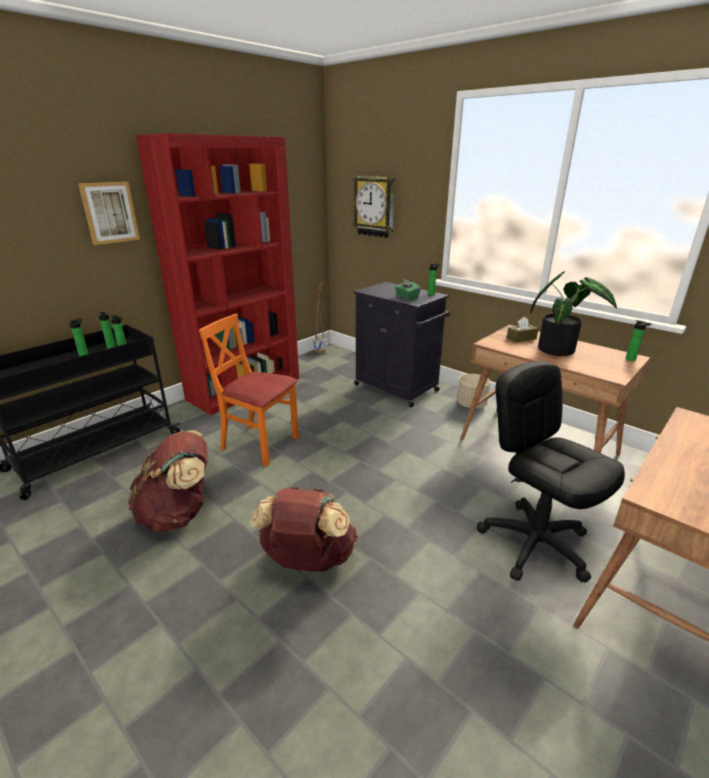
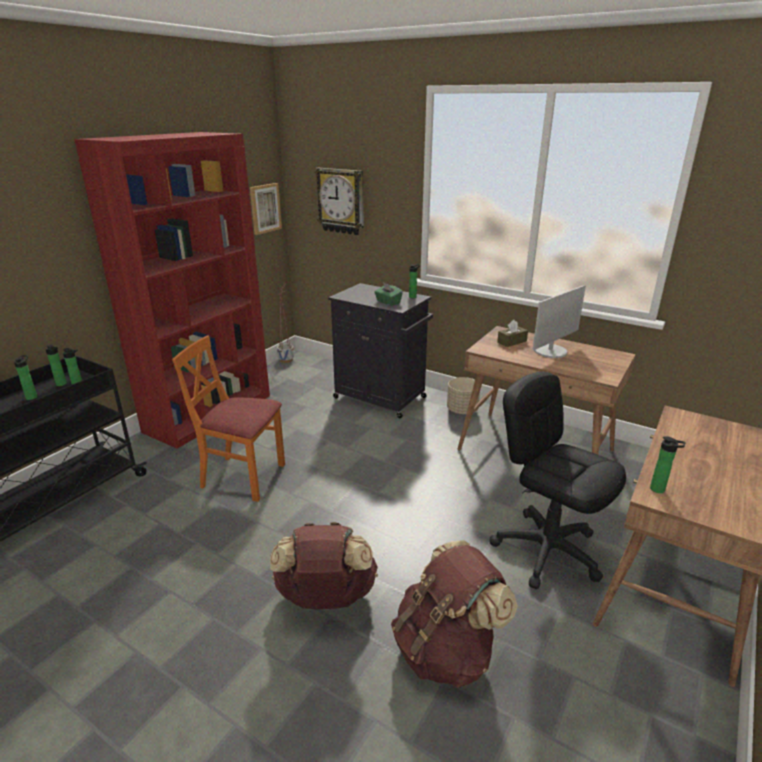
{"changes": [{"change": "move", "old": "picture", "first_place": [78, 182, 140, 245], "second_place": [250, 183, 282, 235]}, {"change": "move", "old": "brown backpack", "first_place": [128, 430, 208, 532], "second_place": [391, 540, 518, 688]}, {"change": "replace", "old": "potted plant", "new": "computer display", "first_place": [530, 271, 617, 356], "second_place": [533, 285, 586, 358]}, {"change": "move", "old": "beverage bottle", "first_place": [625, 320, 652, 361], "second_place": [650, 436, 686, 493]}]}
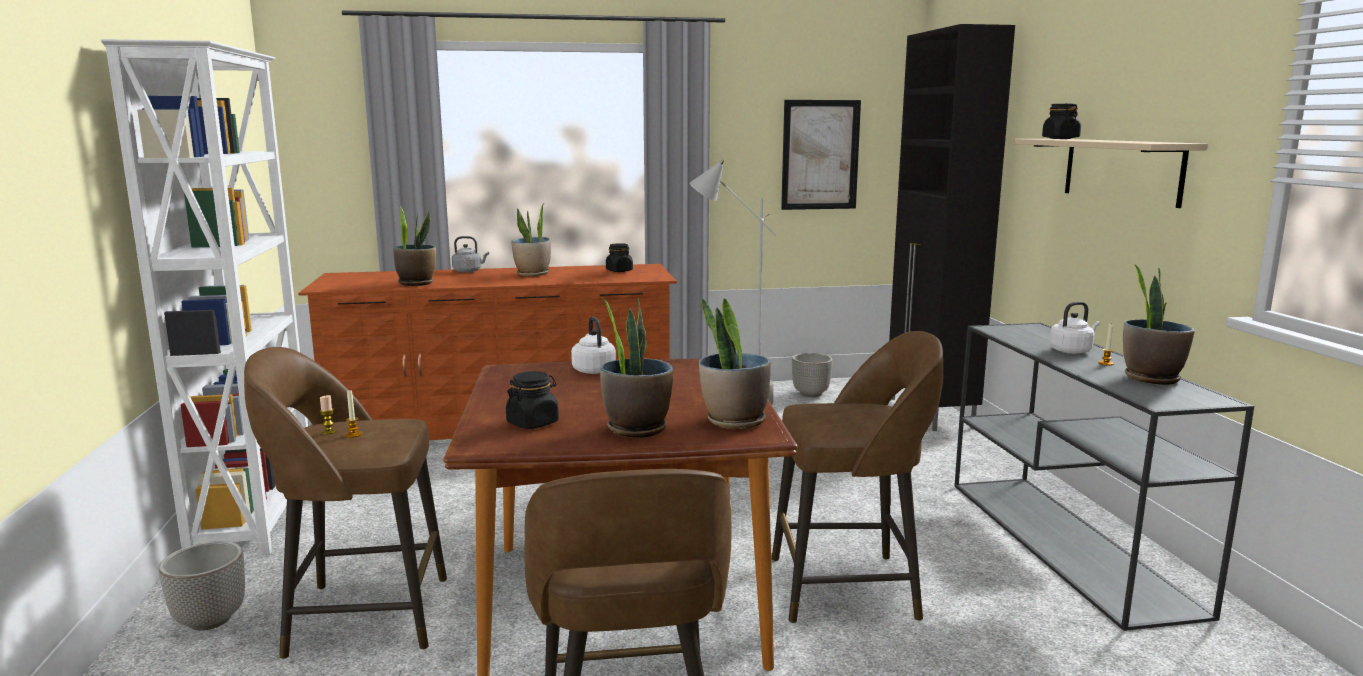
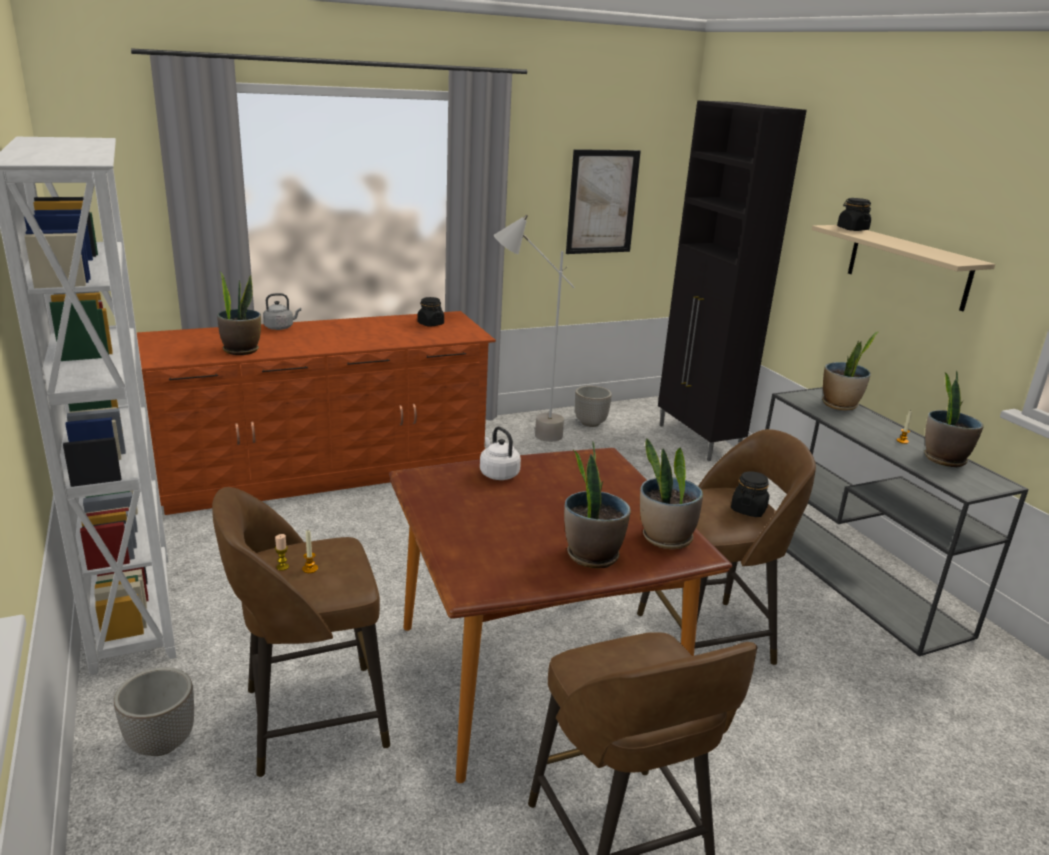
{"changes": [{"change": "move", "old": "black-coloured preserve jar", "first_place": [506, 371, 559, 429], "second_place": [731, 471, 769, 517]}, {"change": "move", "old": "potted plant", "first_place": [511, 202, 551, 277], "second_place": [822, 331, 879, 411]}, {"change": "delete", "old": "white-coloured kettle", "first_place": [1049, 302, 1100, 354]}]}
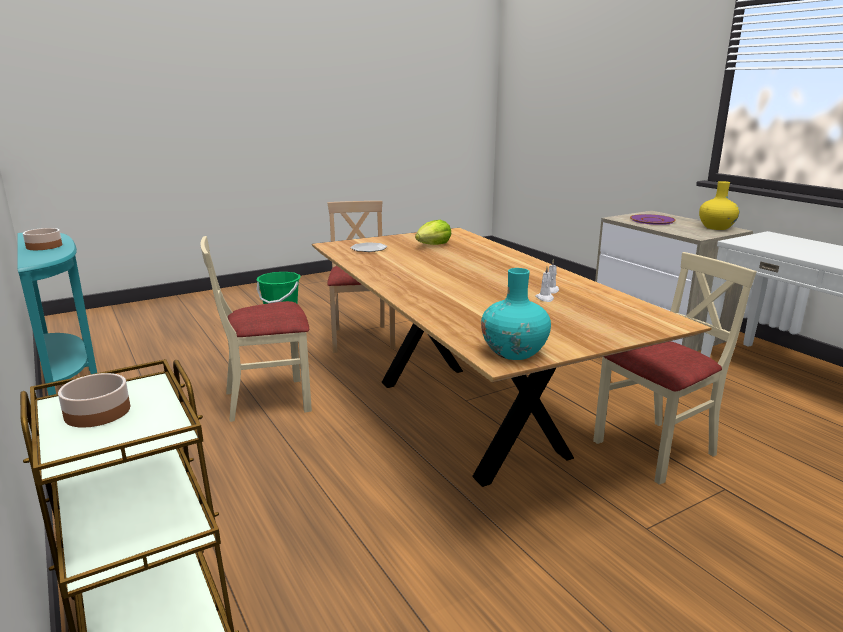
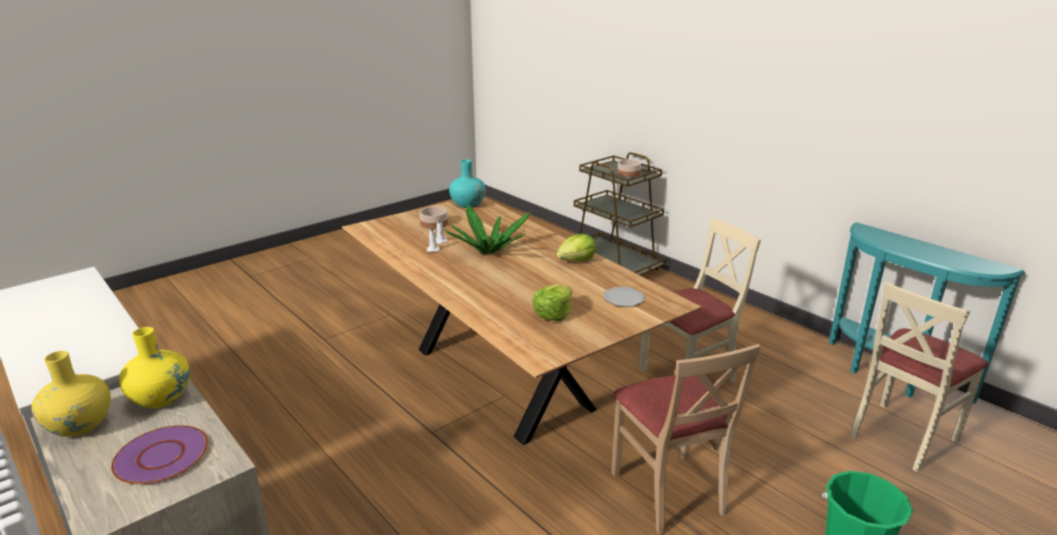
{"changes": [{"change": "move", "old": "bowl", "first_place": [23, 228, 62, 250], "second_place": [419, 206, 448, 229]}, {"change": "move", "old": "beige chair", "first_place": [593, 252, 757, 485], "second_place": [850, 282, 989, 472]}, {"change": "insert", "new": "yellow-coloured decorative vase", "second_place": [119, 327, 190, 408]}, {"change": "insert", "new": "potted plant", "second_place": [443, 205, 530, 254]}, {"change": "insert", "new": "lettuce", "second_place": [556, 234, 597, 261]}]}
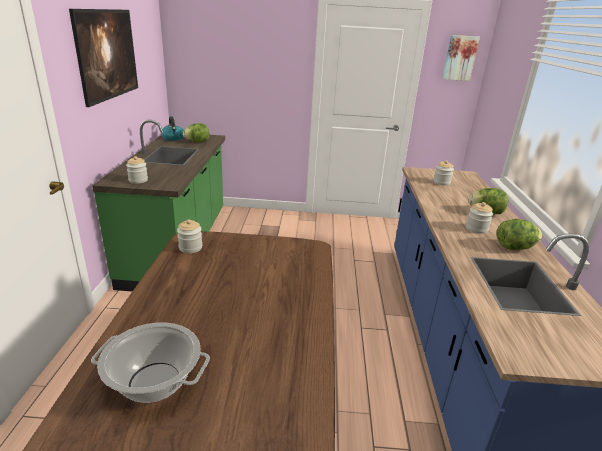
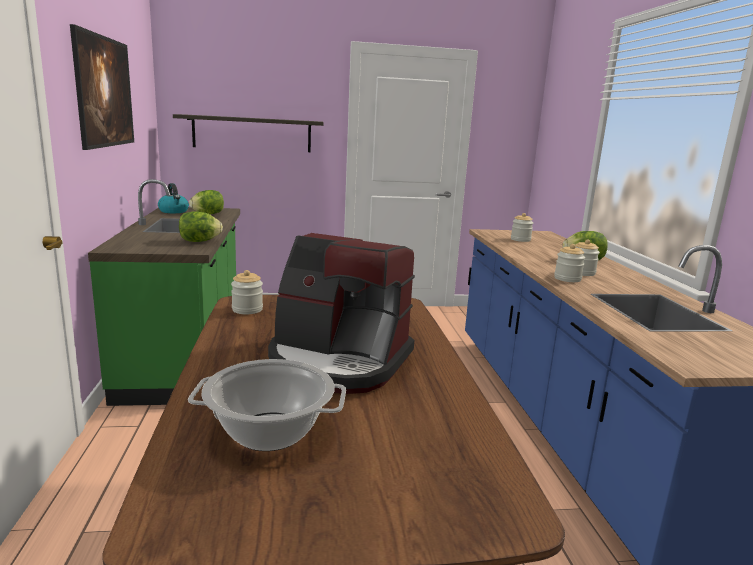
{"changes": [{"change": "move", "old": "preserve jar", "first_place": [126, 156, 148, 184], "second_place": [554, 244, 585, 282]}, {"change": "delete", "old": "picture", "first_place": [442, 35, 480, 81]}, {"change": "move", "old": "lettuce", "first_place": [497, 219, 543, 250], "second_place": [179, 211, 223, 242]}, {"change": "insert", "new": "shelf", "second_place": [173, 114, 324, 152]}, {"change": "insert", "new": "coffee maker", "second_place": [268, 233, 415, 394]}]}
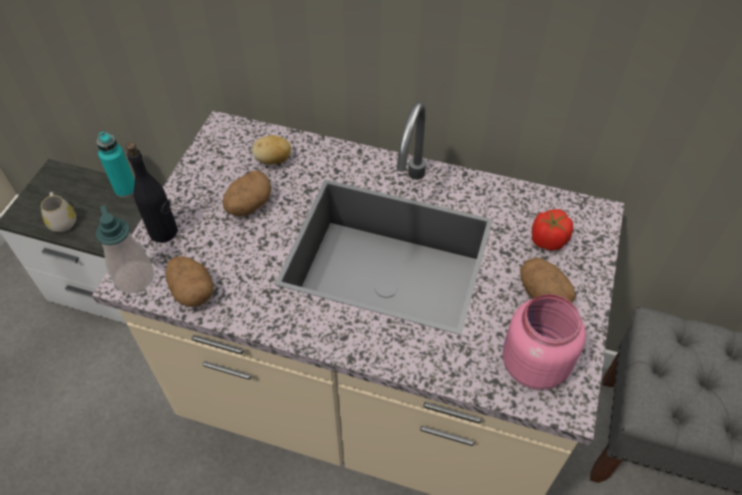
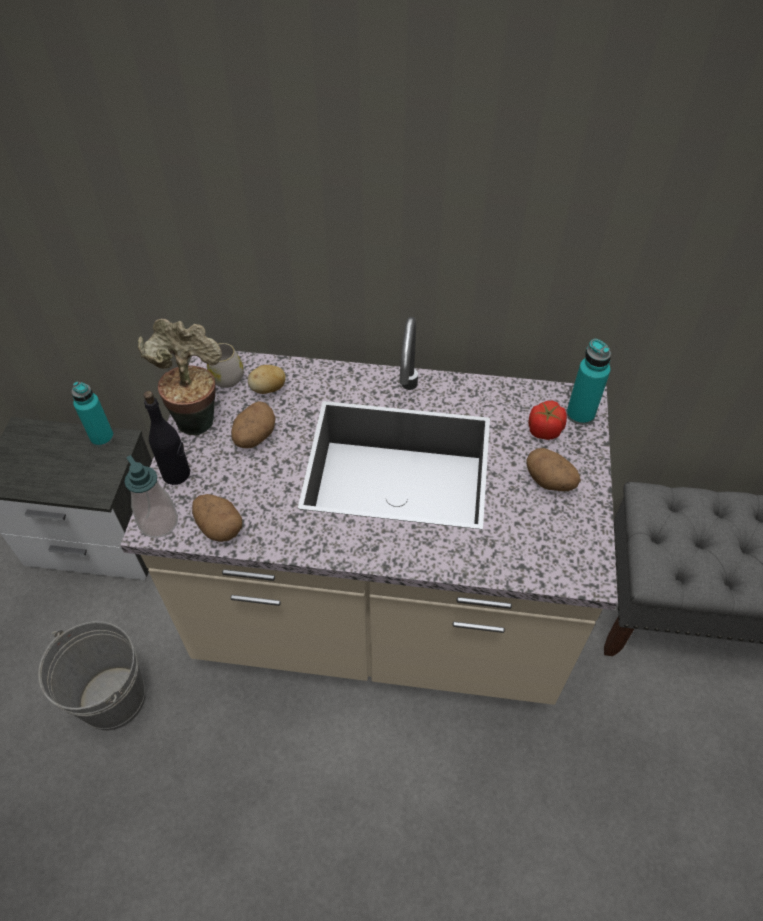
{"changes": [{"change": "move", "old": "white-coloured coffee mug", "first_place": [41, 192, 76, 232], "second_place": [207, 343, 244, 388]}, {"change": "delete", "old": "pinkish preserve jar", "first_place": [502, 294, 586, 390]}, {"change": "insert", "new": "grey bucket", "second_place": [38, 621, 146, 730]}, {"change": "insert", "new": "potted plant", "second_place": [138, 319, 222, 436]}, {"change": "insert", "new": "turquoise beverage bottle", "second_place": [566, 339, 611, 425]}]}
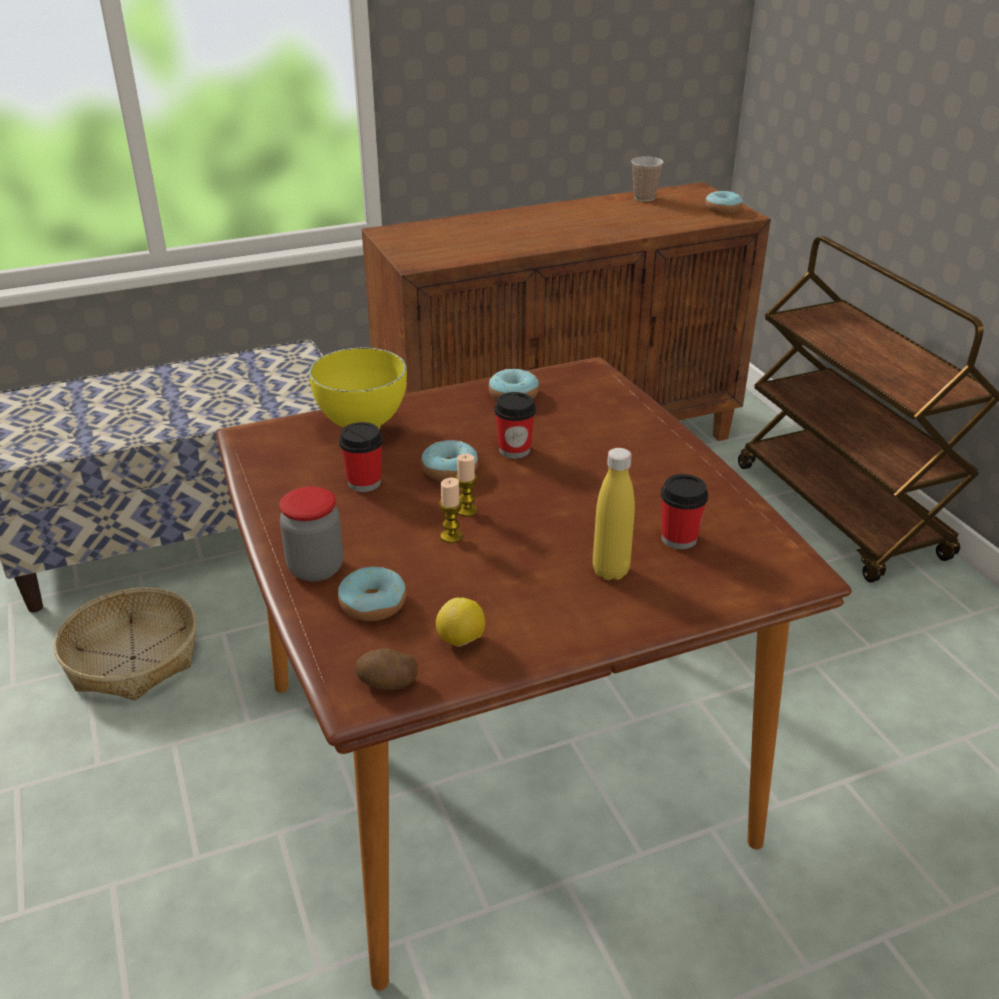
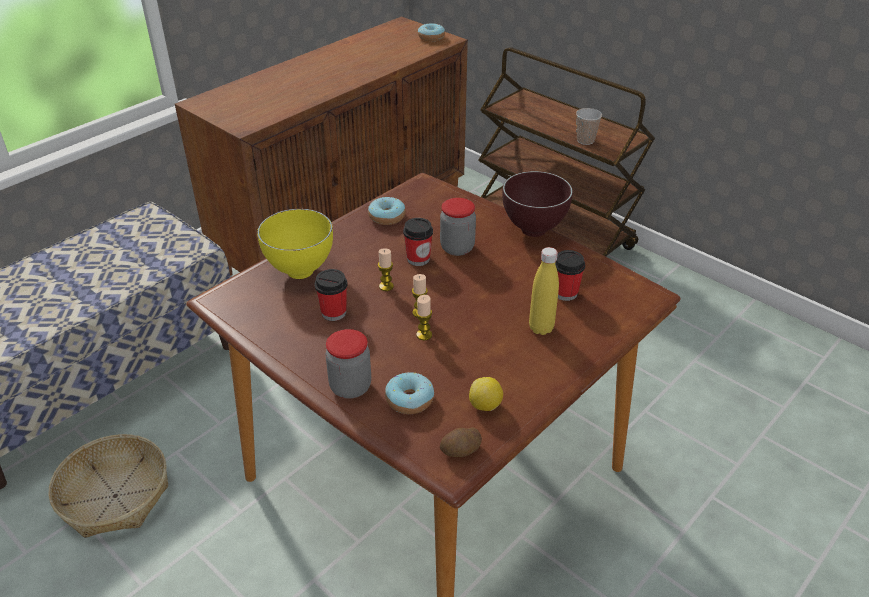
{"changes": [{"change": "replace", "old": "donut", "new": "candle", "first_place": [421, 440, 478, 481], "second_place": [378, 248, 394, 291]}, {"change": "move", "old": "cup", "first_place": [631, 157, 664, 201], "second_place": [576, 108, 602, 145]}, {"change": "insert", "new": "preserve jar", "second_place": [440, 198, 476, 256]}, {"change": "insert", "new": "brown bowl", "second_place": [502, 171, 573, 237]}]}
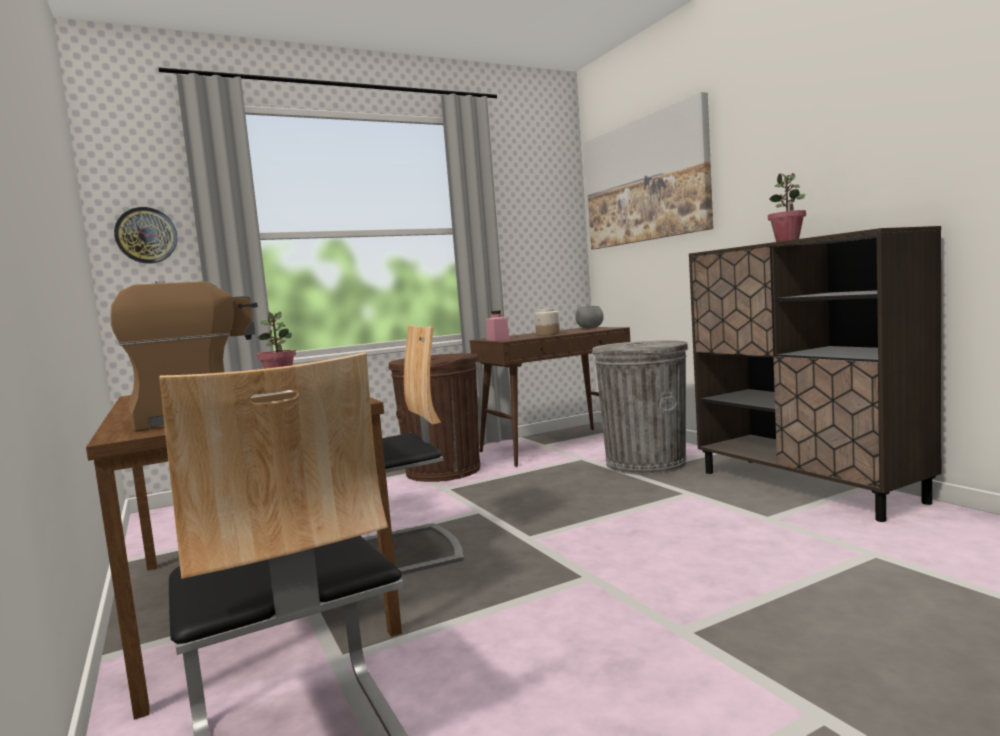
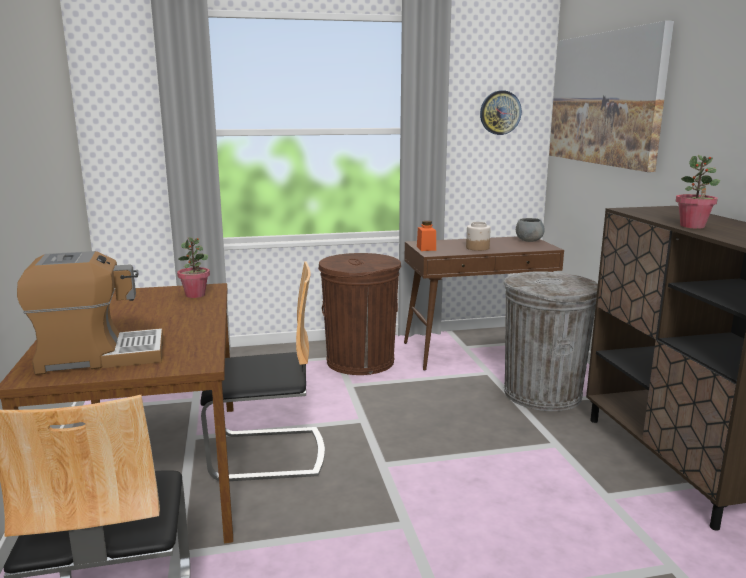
{"changes": [{"change": "move", "old": "hanging clock", "first_place": [114, 207, 177, 264], "second_place": [480, 90, 522, 135]}, {"change": "recolor", "old": "pinkish preserve jar", "new": "orange-coloured preserve jar", "first_place": [486, 311, 510, 341], "second_place": [417, 221, 436, 251]}]}
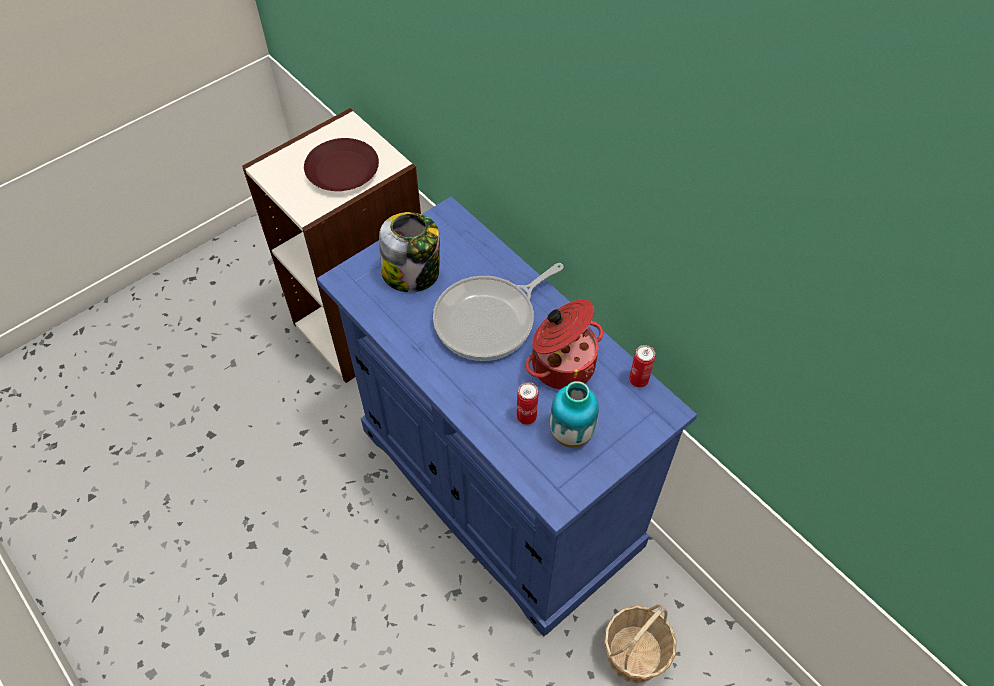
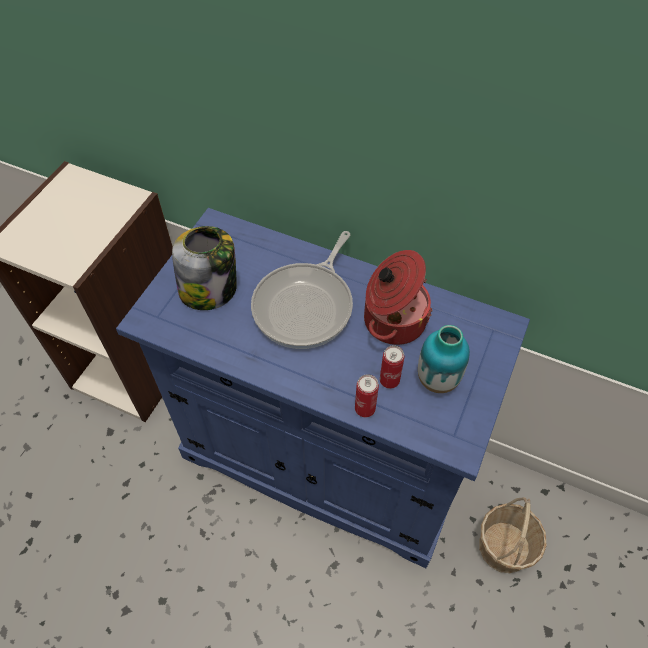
{"changes": [{"change": "delete", "old": "brown flat dish", "first_place": [304, 138, 379, 191]}, {"change": "move", "old": "sealed can", "first_place": [629, 345, 655, 388], "second_place": [355, 374, 379, 417]}]}
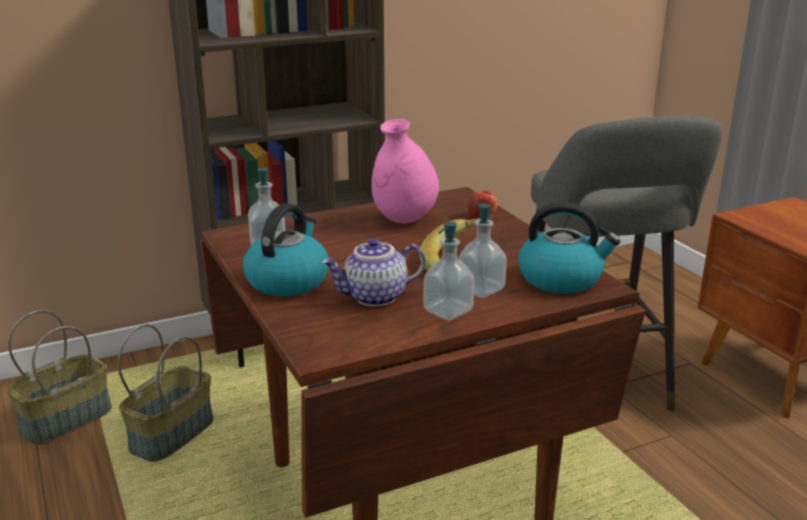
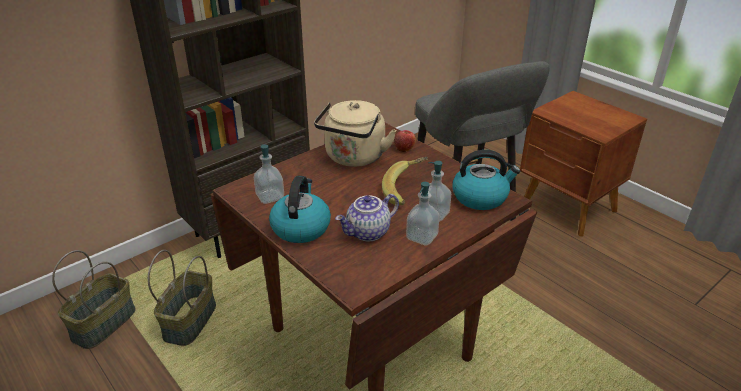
{"changes": [{"change": "replace", "old": "pinkish decorative vase", "new": "beige kettle", "first_place": [372, 119, 439, 224], "second_place": [314, 100, 397, 167]}]}
